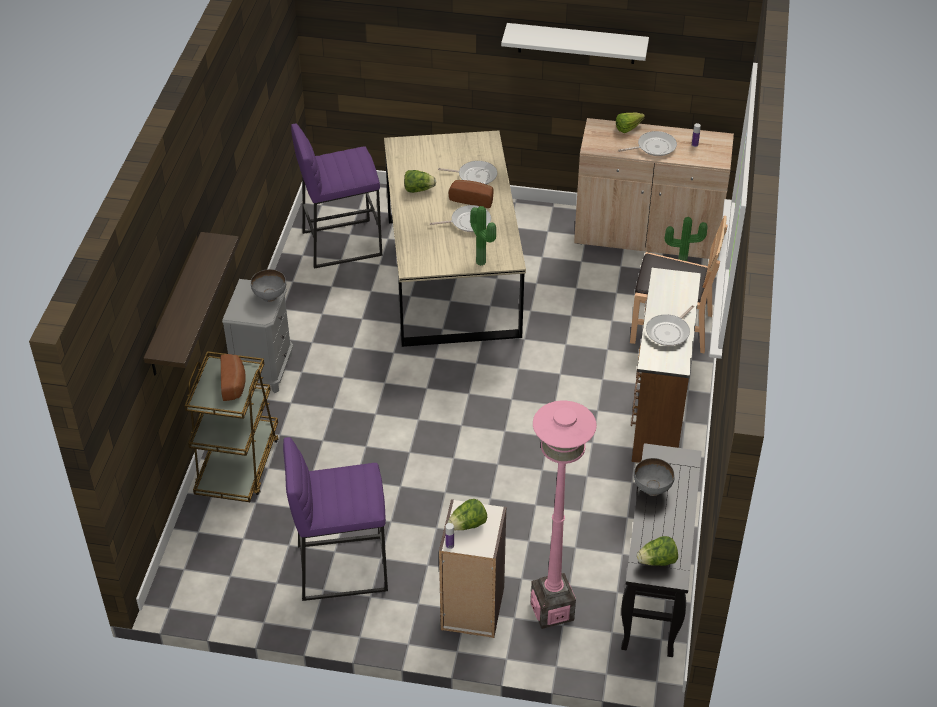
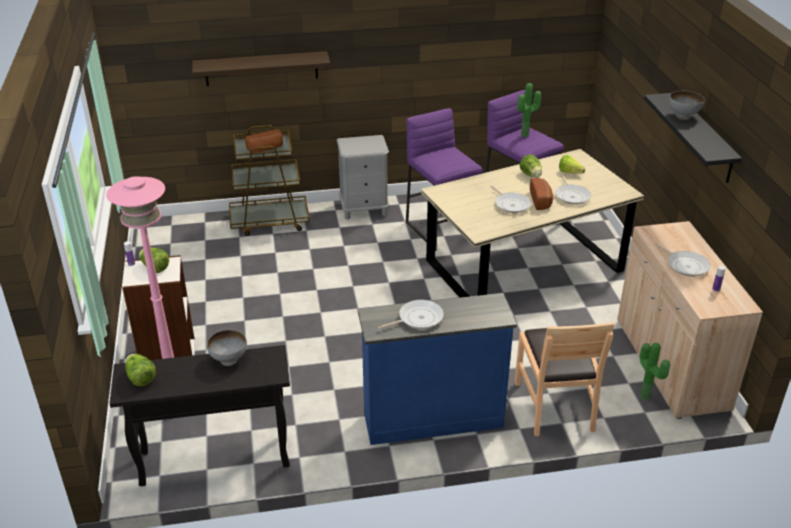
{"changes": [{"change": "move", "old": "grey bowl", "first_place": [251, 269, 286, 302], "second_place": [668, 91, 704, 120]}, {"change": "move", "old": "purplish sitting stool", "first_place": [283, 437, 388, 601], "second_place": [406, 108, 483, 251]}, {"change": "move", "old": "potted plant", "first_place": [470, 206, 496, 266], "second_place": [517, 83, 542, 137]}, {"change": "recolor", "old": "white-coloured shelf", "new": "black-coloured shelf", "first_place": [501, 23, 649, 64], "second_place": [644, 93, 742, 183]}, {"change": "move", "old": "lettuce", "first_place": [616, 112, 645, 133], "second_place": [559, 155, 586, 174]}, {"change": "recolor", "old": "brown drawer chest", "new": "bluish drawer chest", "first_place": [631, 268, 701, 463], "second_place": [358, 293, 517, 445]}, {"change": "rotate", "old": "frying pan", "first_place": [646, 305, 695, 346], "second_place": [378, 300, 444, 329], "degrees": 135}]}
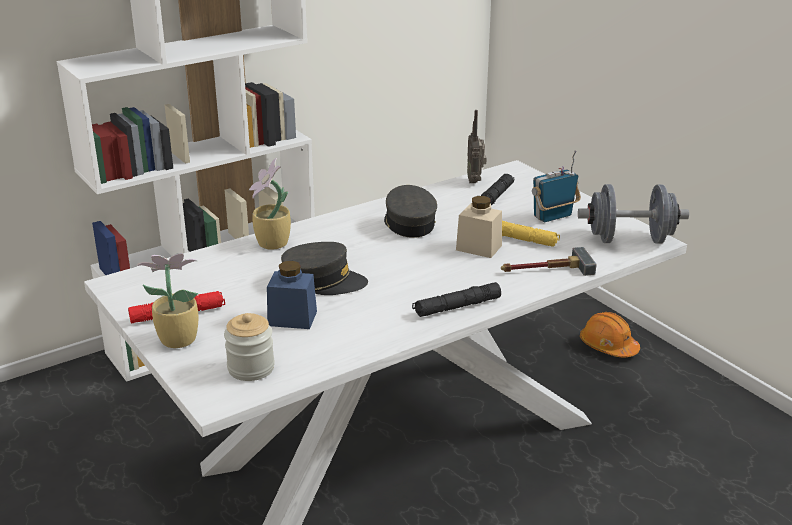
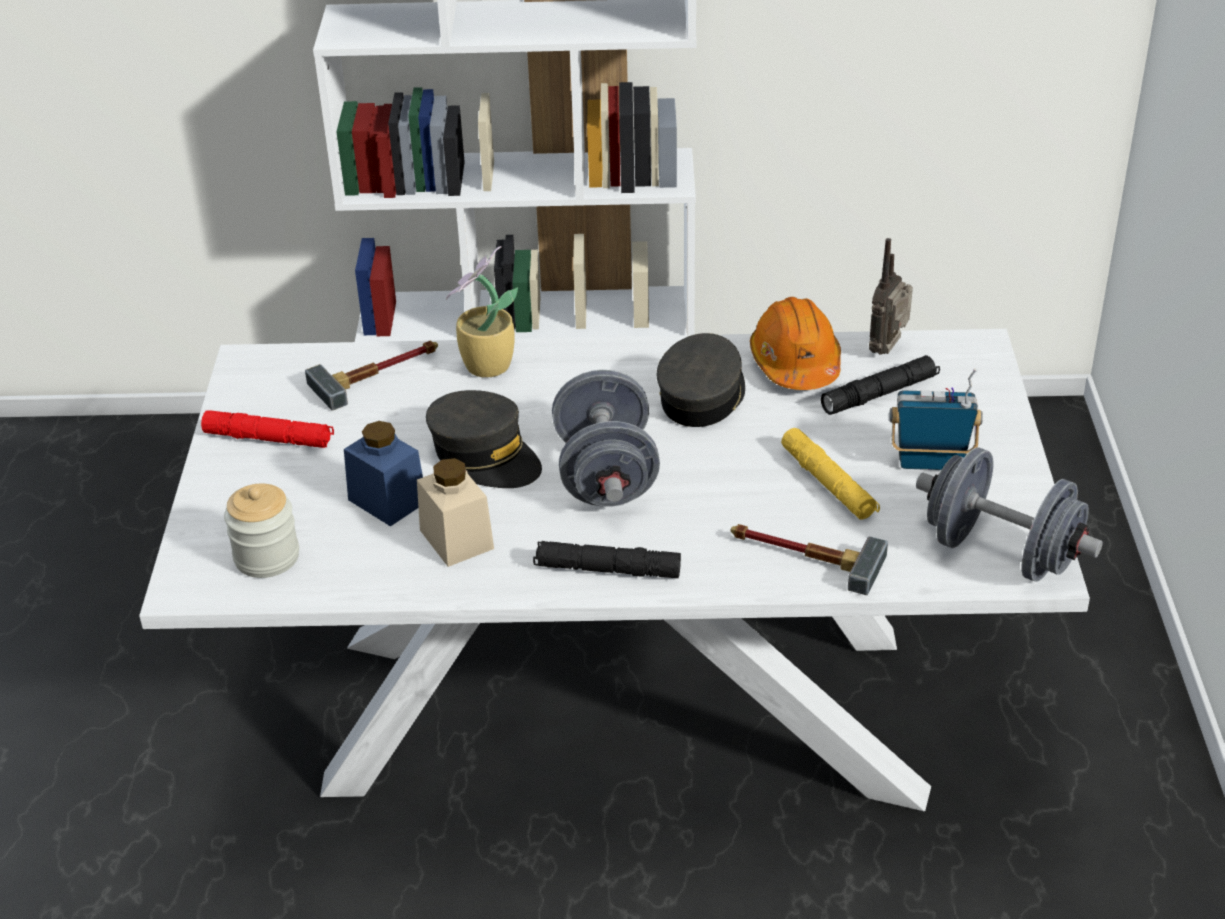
{"changes": [{"change": "delete", "old": "potted plant", "first_place": [137, 253, 199, 348]}, {"change": "move", "old": "beige preserve jar", "first_place": [456, 196, 502, 258], "second_place": [417, 458, 494, 567]}, {"change": "move", "old": "orange-coloured hard hat", "first_place": [580, 312, 640, 358], "second_place": [750, 297, 841, 390]}, {"change": "insert", "new": "hammer", "second_place": [305, 341, 438, 411]}, {"change": "insert", "new": "grey free weight", "second_place": [552, 370, 660, 507]}]}
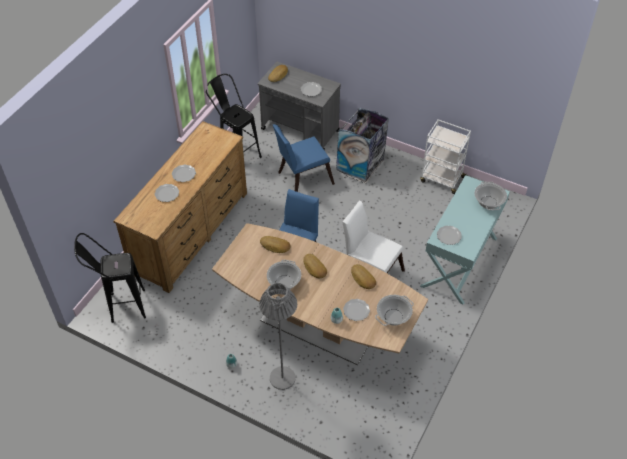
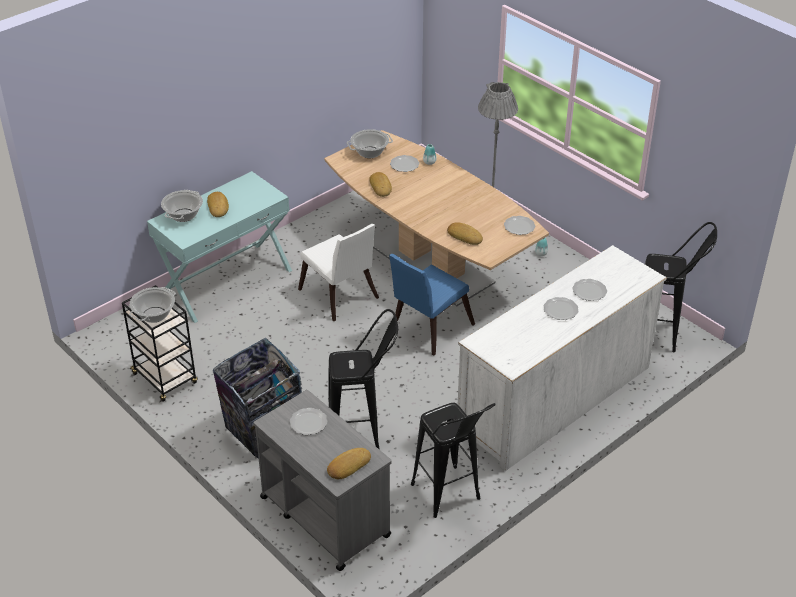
{"changes": [{"change": "recolor", "old": "brown drawer chest", "new": "white-coloured drawer chest", "first_place": [113, 121, 247, 293], "second_place": [458, 245, 667, 471]}, {"change": "move", "old": "saucepot", "first_place": [267, 260, 301, 289], "second_place": [129, 287, 176, 323]}, {"change": "replace", "old": "bluish chair", "new": "black-coloured sitting stool", "first_place": [273, 124, 335, 192], "second_place": [328, 309, 398, 450]}, {"change": "move", "old": "bakery bread", "first_place": [303, 254, 327, 278], "second_place": [207, 192, 229, 217]}, {"change": "recolor", "old": "white-coloured wheeled cart", "new": "black-coloured wheeled cart", "first_place": [420, 119, 471, 194], "second_place": [122, 285, 198, 402]}, {"change": "move", "old": "flat dish", "first_place": [437, 226, 462, 245], "second_place": [504, 216, 535, 235]}]}
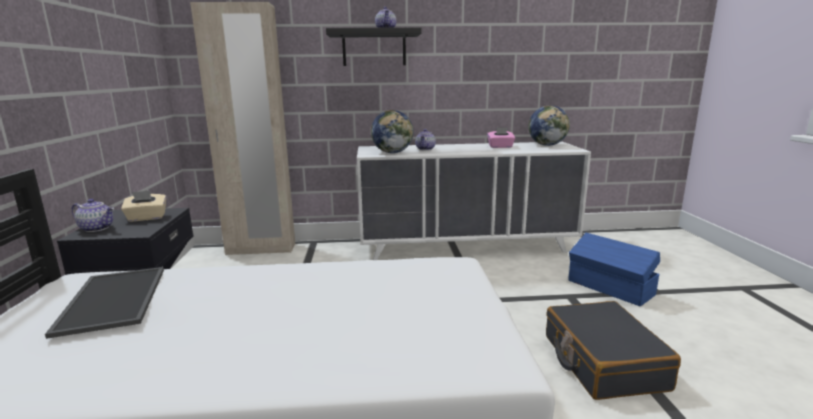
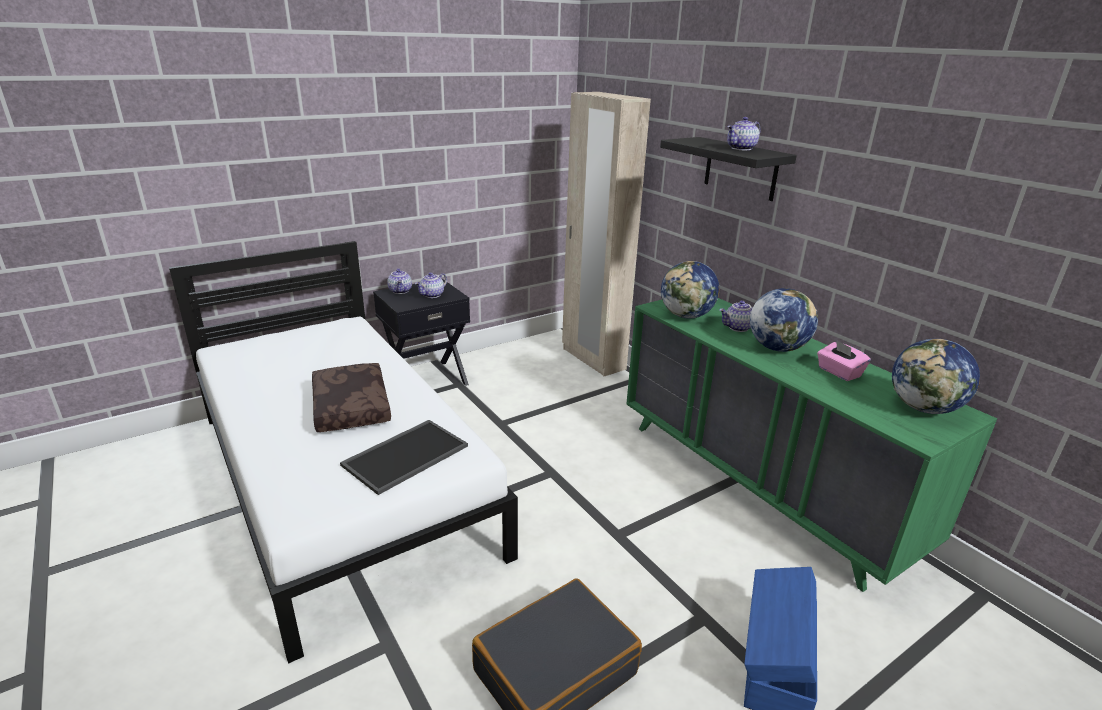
{"changes": [{"change": "move", "old": "tray", "first_place": [45, 267, 164, 339], "second_place": [340, 420, 468, 495]}, {"change": "replace", "old": "beige box of tissues", "new": "tea pot", "first_place": [121, 191, 166, 222], "second_place": [415, 272, 447, 298]}, {"change": "recolor", "old": "white-coloured drawer chest", "new": "green-coloured drawer chest", "first_place": [357, 142, 591, 260], "second_place": [626, 298, 997, 592]}, {"change": "insert", "new": "brown cushion", "second_place": [312, 363, 391, 432]}, {"change": "insert", "new": "globe", "second_place": [750, 288, 818, 352]}]}
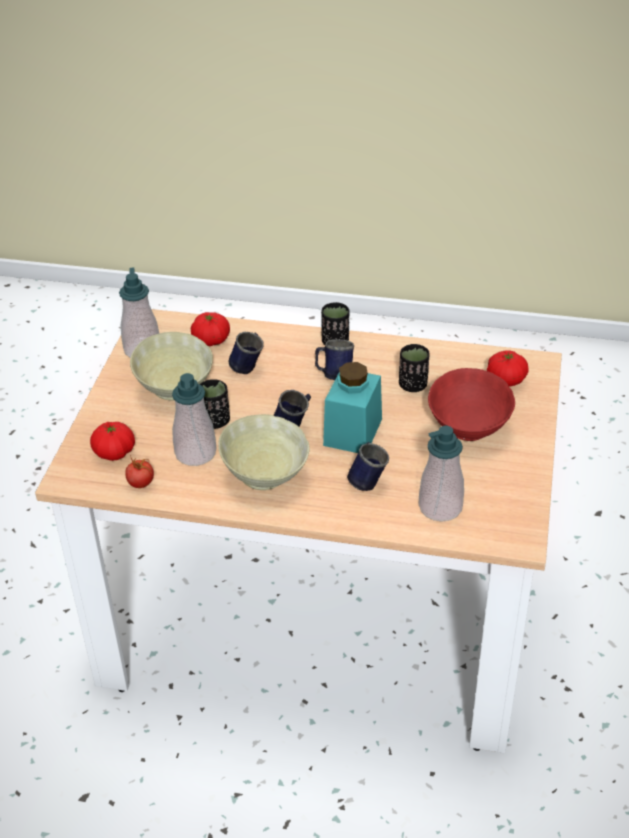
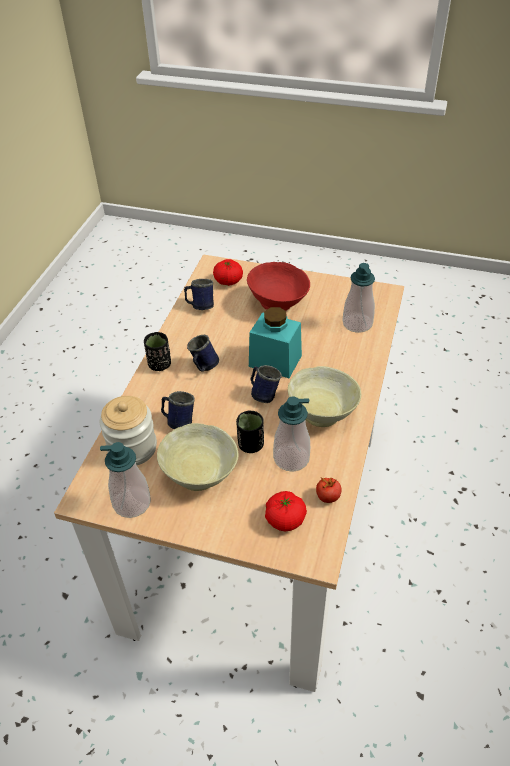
{"changes": [{"change": "replace", "old": "whole tomato", "new": "preserve jar", "first_place": [191, 312, 230, 346], "second_place": [100, 396, 157, 465]}, {"change": "move", "old": "bluish coffee mug", "first_place": [347, 442, 389, 491], "second_place": [184, 279, 214, 310]}, {"change": "delete", "old": "black-coloured cup", "first_place": [399, 344, 430, 392]}]}
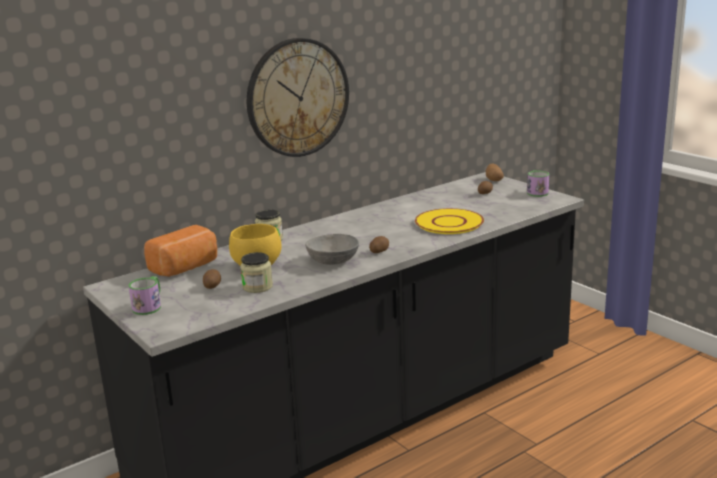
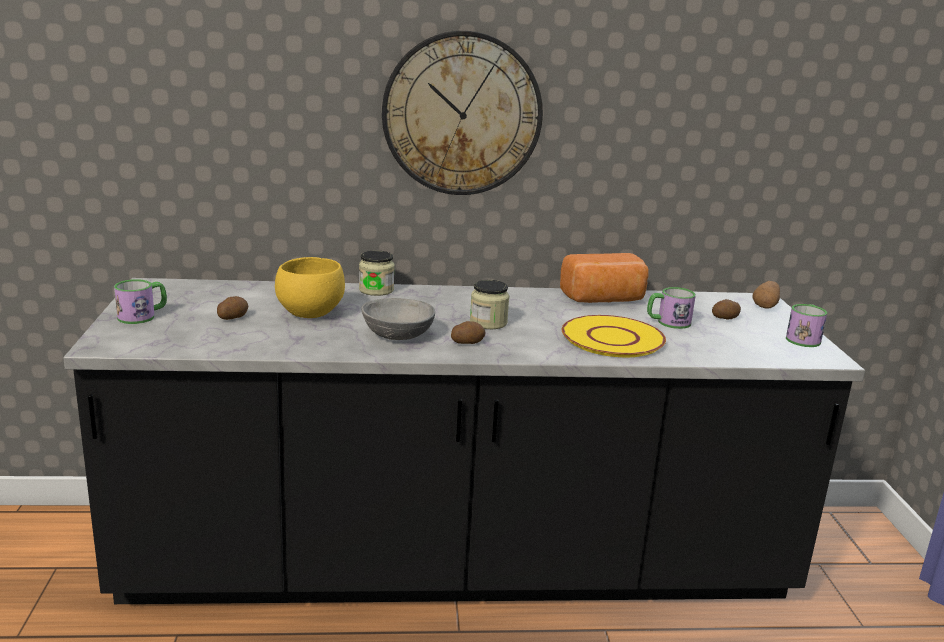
{"changes": [{"change": "move", "old": "bakery bread", "first_place": [144, 225, 217, 277], "second_place": [560, 253, 649, 303]}, {"change": "move", "old": "preserve jar", "first_place": [240, 252, 273, 293], "second_place": [470, 280, 509, 329]}, {"change": "insert", "new": "coffee mug", "second_place": [647, 287, 696, 329]}]}
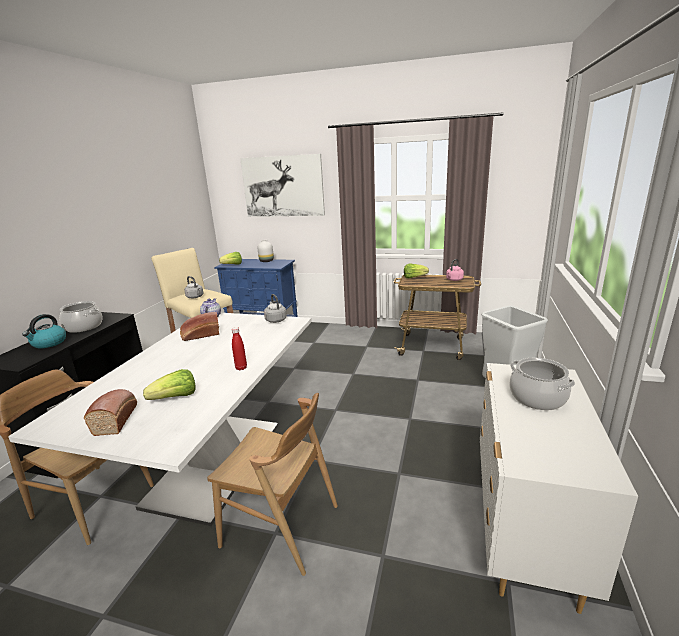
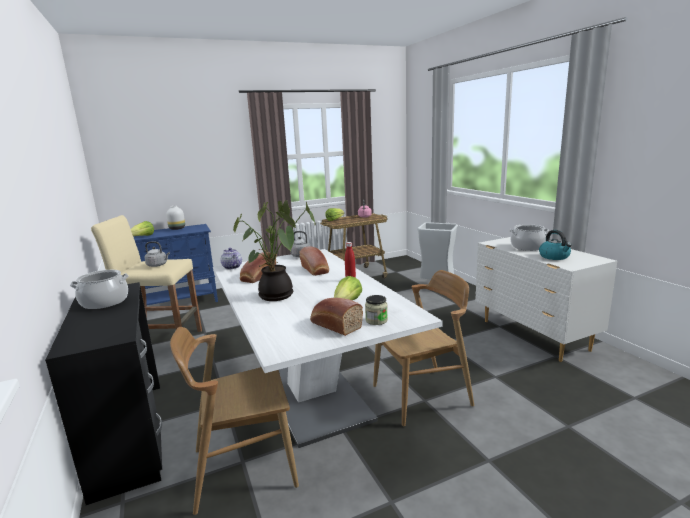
{"changes": [{"change": "move", "old": "kettle", "first_place": [22, 314, 66, 349], "second_place": [539, 230, 572, 260]}, {"change": "delete", "old": "picture", "first_place": [240, 154, 325, 217]}, {"change": "insert", "new": "potted plant", "second_place": [233, 200, 315, 301]}, {"change": "insert", "new": "bakery bread", "second_place": [299, 247, 329, 276]}, {"change": "insert", "new": "preserve jar", "second_place": [365, 295, 388, 325]}]}
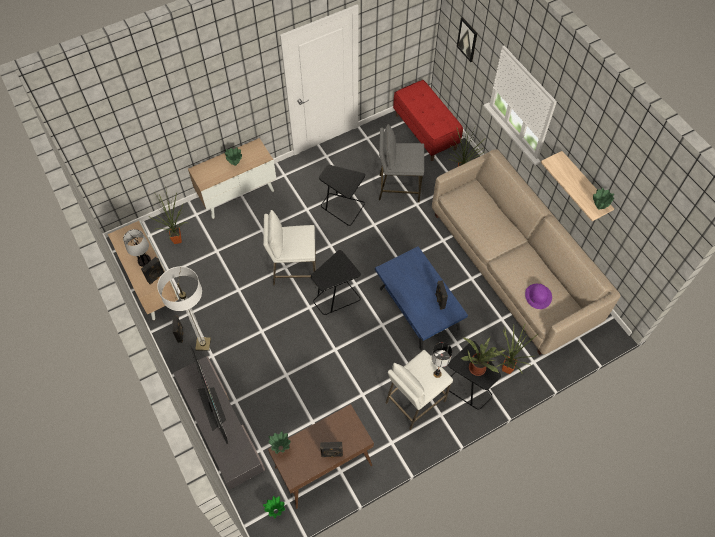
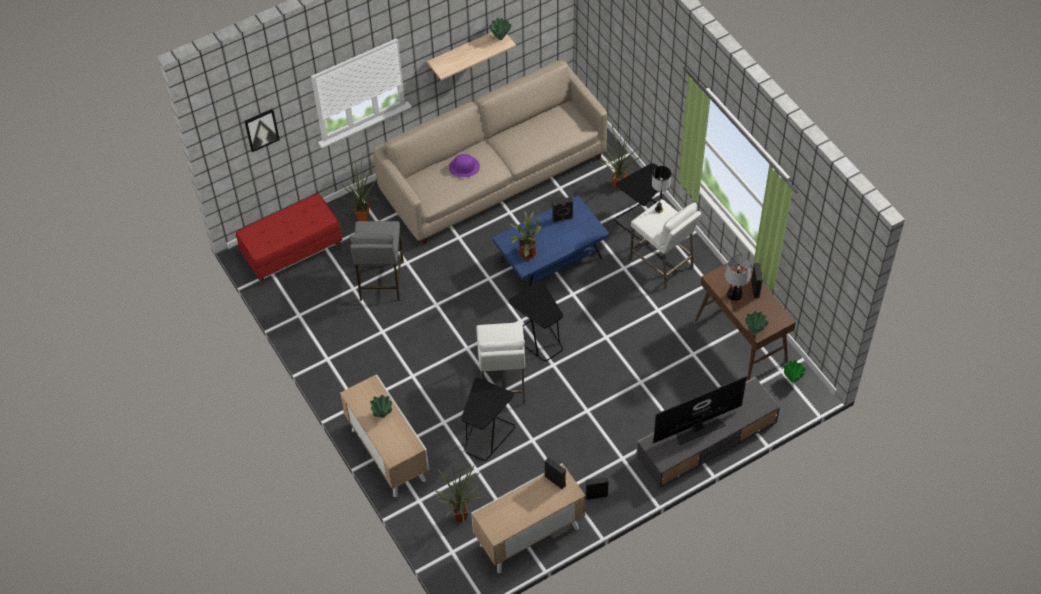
{"changes": [{"change": "move", "old": "lamp for a table", "first_place": [123, 229, 151, 267], "second_place": [725, 255, 751, 301]}, {"change": "delete", "old": "standing lamp", "first_place": [157, 266, 211, 351]}, {"change": "move", "old": "black-coloured side table", "first_place": [319, 165, 365, 226], "second_place": [461, 378, 515, 461]}, {"change": "move", "old": "potted plant", "first_place": [461, 337, 505, 376], "second_place": [510, 211, 541, 260]}, {"change": "move", "old": "purplish wearable hat", "first_place": [525, 284, 552, 309], "second_place": [449, 154, 480, 177]}]}
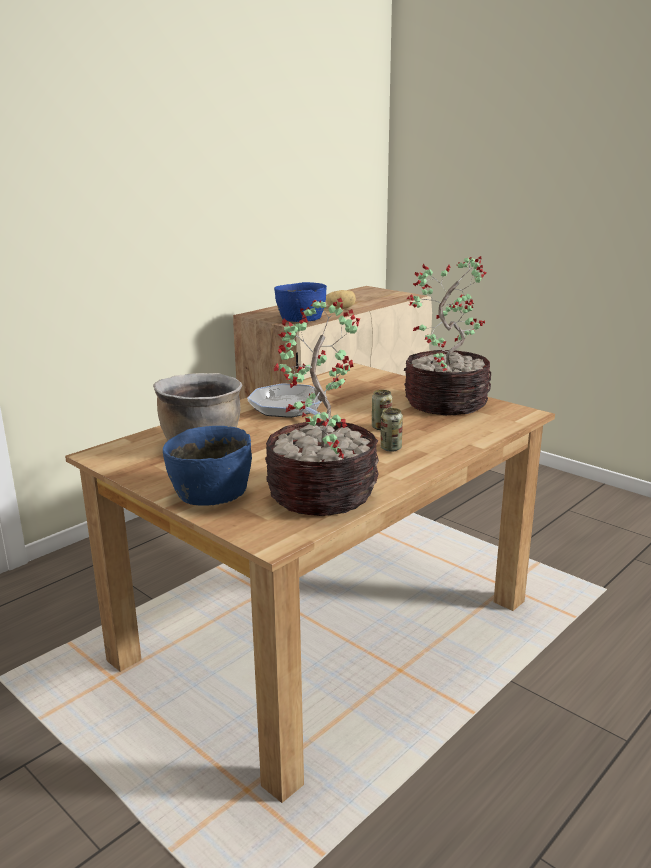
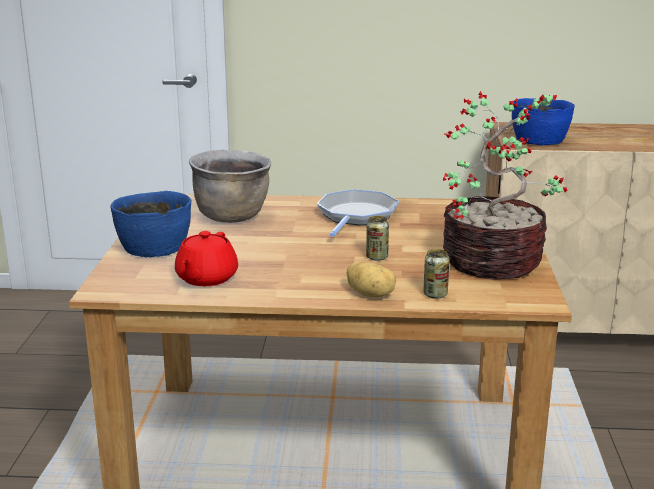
{"changes": [{"change": "replace", "old": "potted plant", "new": "red tea pot", "first_place": [265, 298, 379, 516], "second_place": [175, 231, 238, 286]}, {"change": "move", "old": "spud", "first_place": [326, 290, 356, 309], "second_place": [347, 261, 396, 297]}, {"change": "move", "old": "sealed can", "first_place": [380, 408, 403, 452], "second_place": [423, 249, 450, 299]}]}
